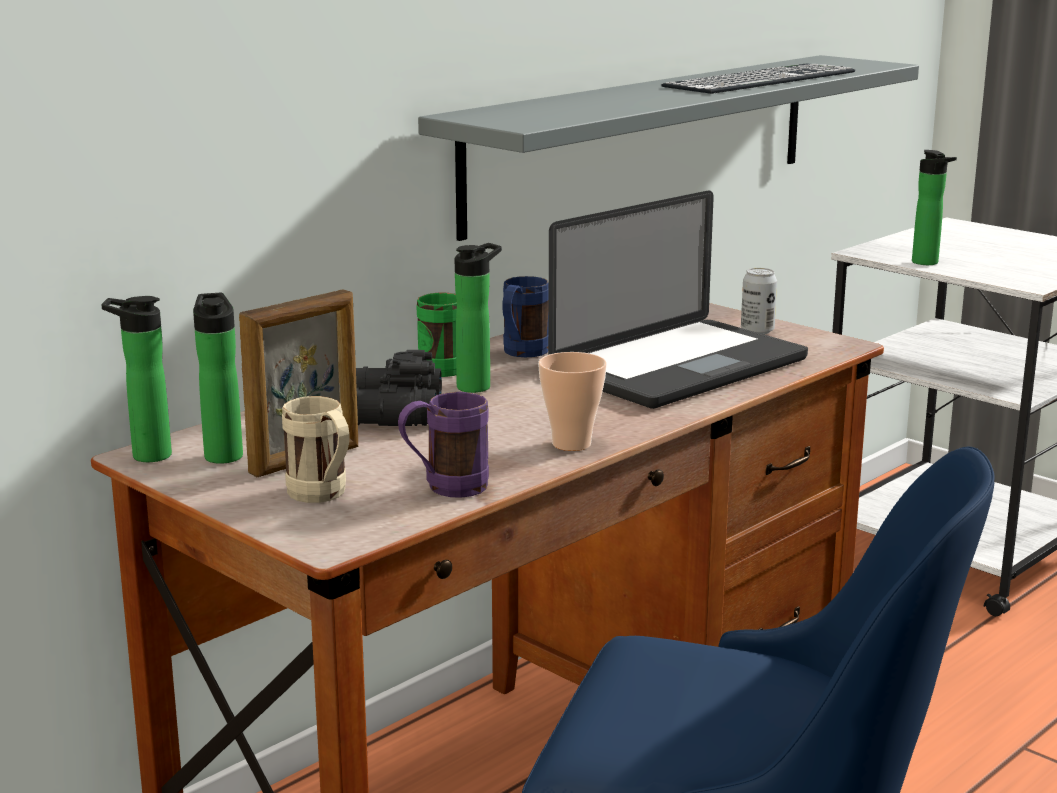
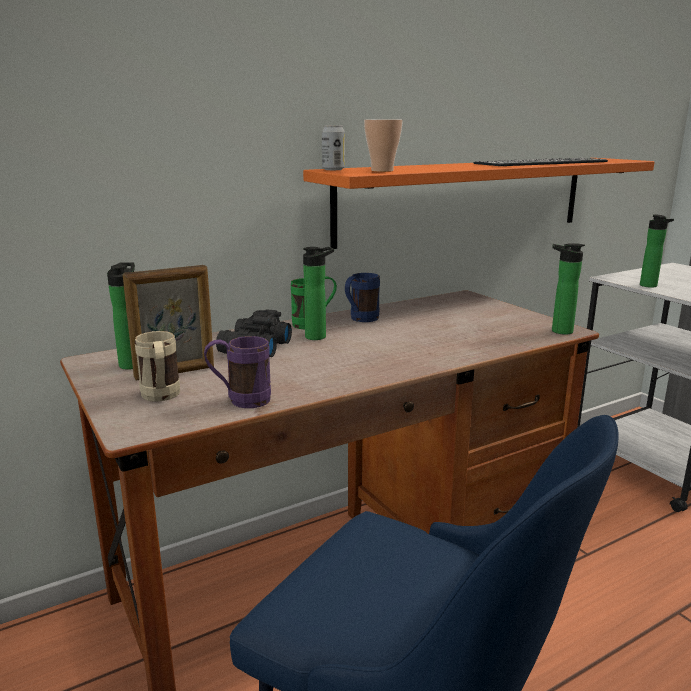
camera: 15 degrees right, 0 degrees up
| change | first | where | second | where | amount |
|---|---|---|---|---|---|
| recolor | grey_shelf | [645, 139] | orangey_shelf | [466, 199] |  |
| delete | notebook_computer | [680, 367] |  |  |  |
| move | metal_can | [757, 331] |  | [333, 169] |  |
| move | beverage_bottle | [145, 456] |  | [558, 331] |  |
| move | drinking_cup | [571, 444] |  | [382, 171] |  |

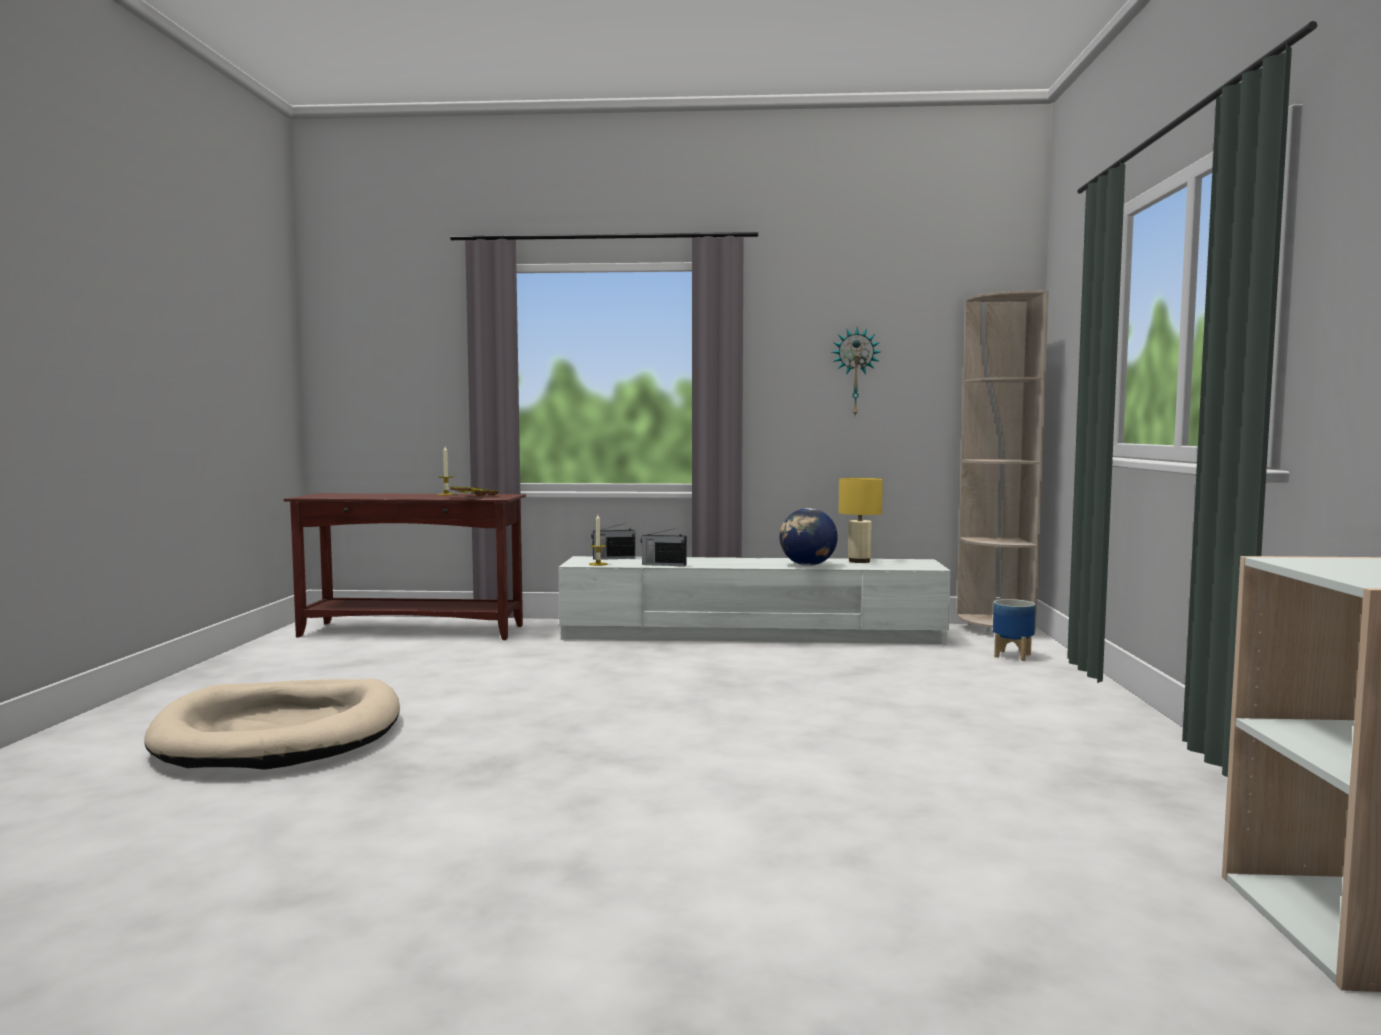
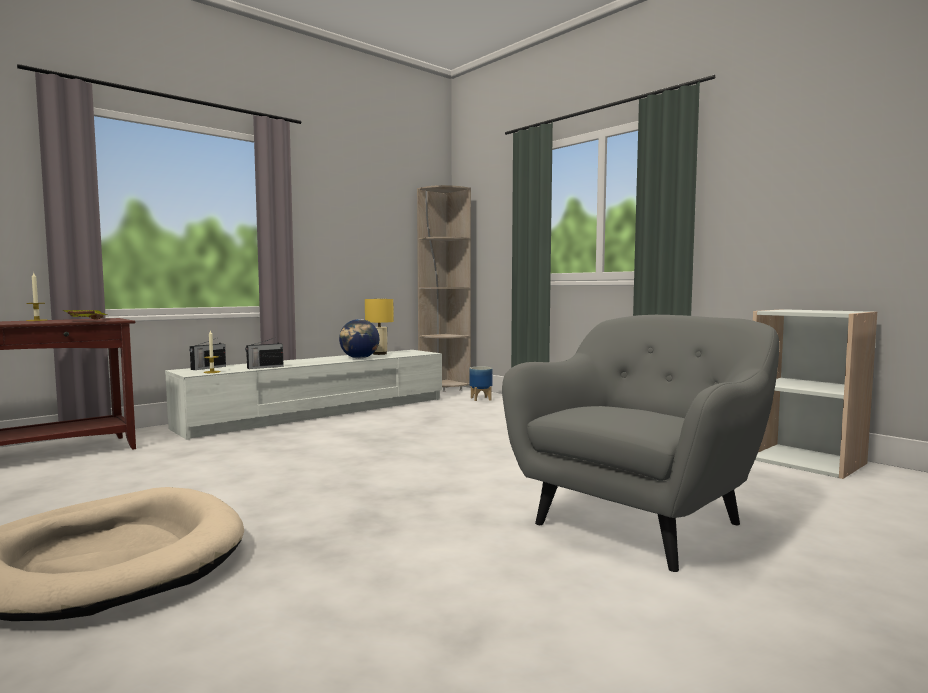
camera: 45 degrees left, 0 degrees up
| change | first | where | second | where | amount |
|---|---|---|---|---|---|
| delete | wall_clock | [855, 372] |  |  |  |
| insert |  |  | grey_armchair | [641, 521] |  |

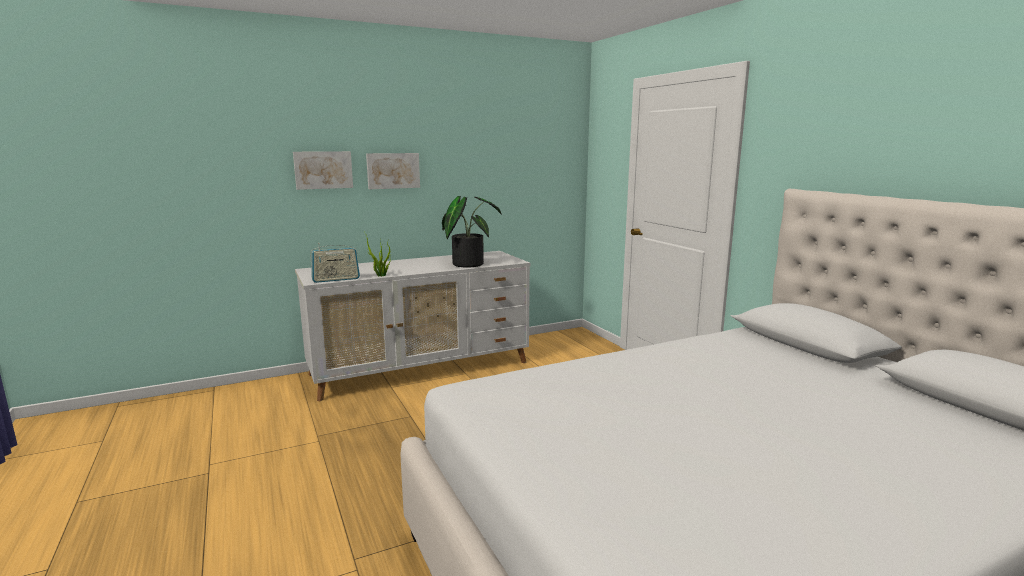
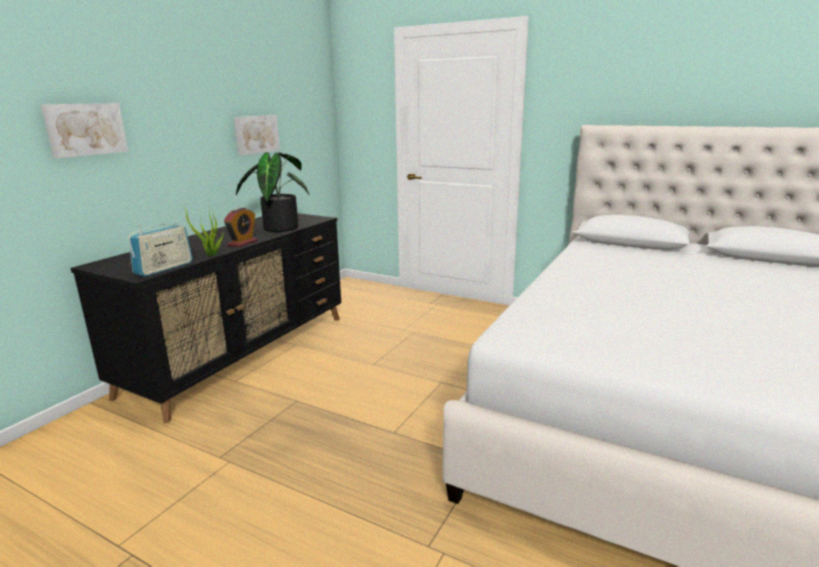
camera: 35 degrees left, 5 degrees up
| change | first | where | second | where | amount |
|---|---|---|---|---|---|
| move | picture | [393, 170] |  | [256, 134] |  |
| recolor | whitish_drawer_chest | [420, 368] | black-coloured_drawer_chest | [241, 353] |  |
| insert |  |  | bedside_clock | [243, 243] |  |

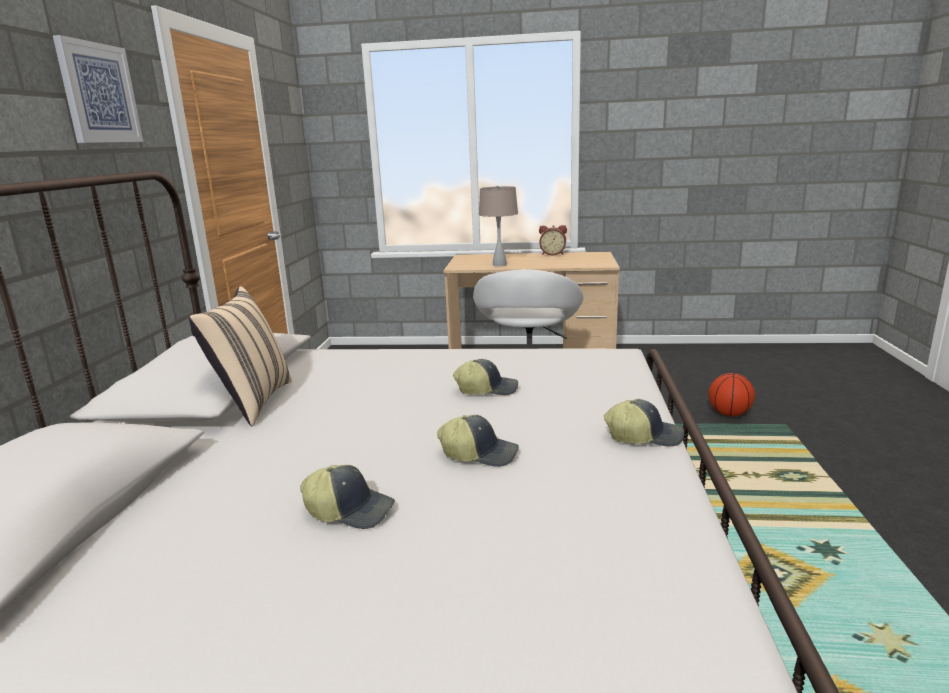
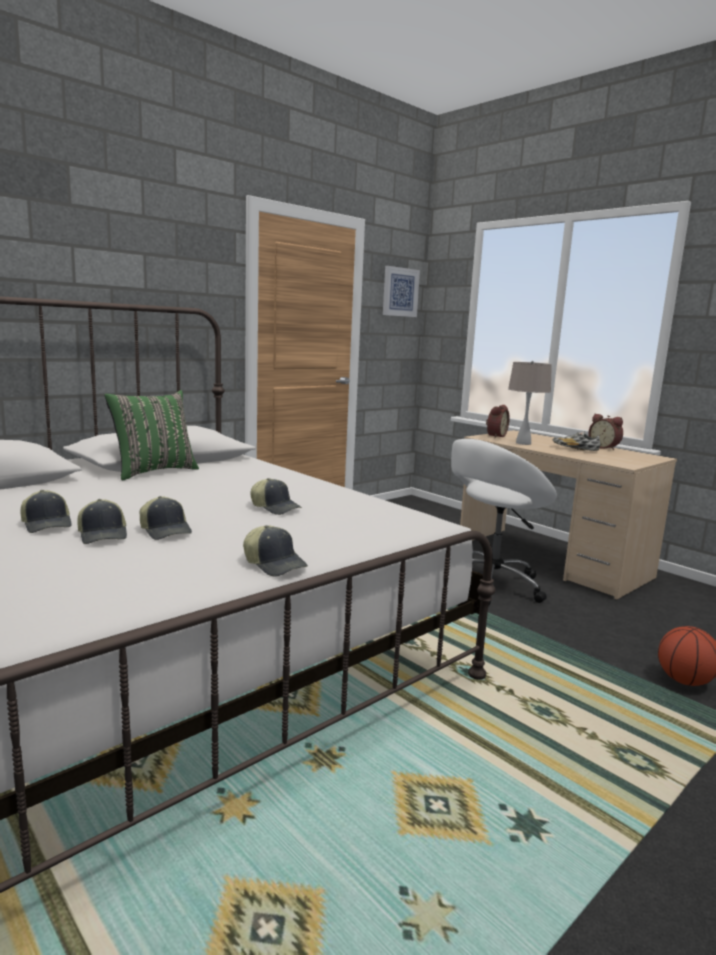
camera: 40 degrees right, 5 degrees down
| change | first | where | second | where | amount |
|---|---|---|---|---|---|
| move | picture | [98, 93] |  | [400, 292] |  |
| recolor | beige_pillow | [252, 402] | green_pillow | [153, 471] |  |
| insert |  |  | bedside_clock | [495, 436] |  |
| insert |  |  | low_shoe | [575, 449] |  |
| insert |  |  | baseball_cap | [104, 535] |  |

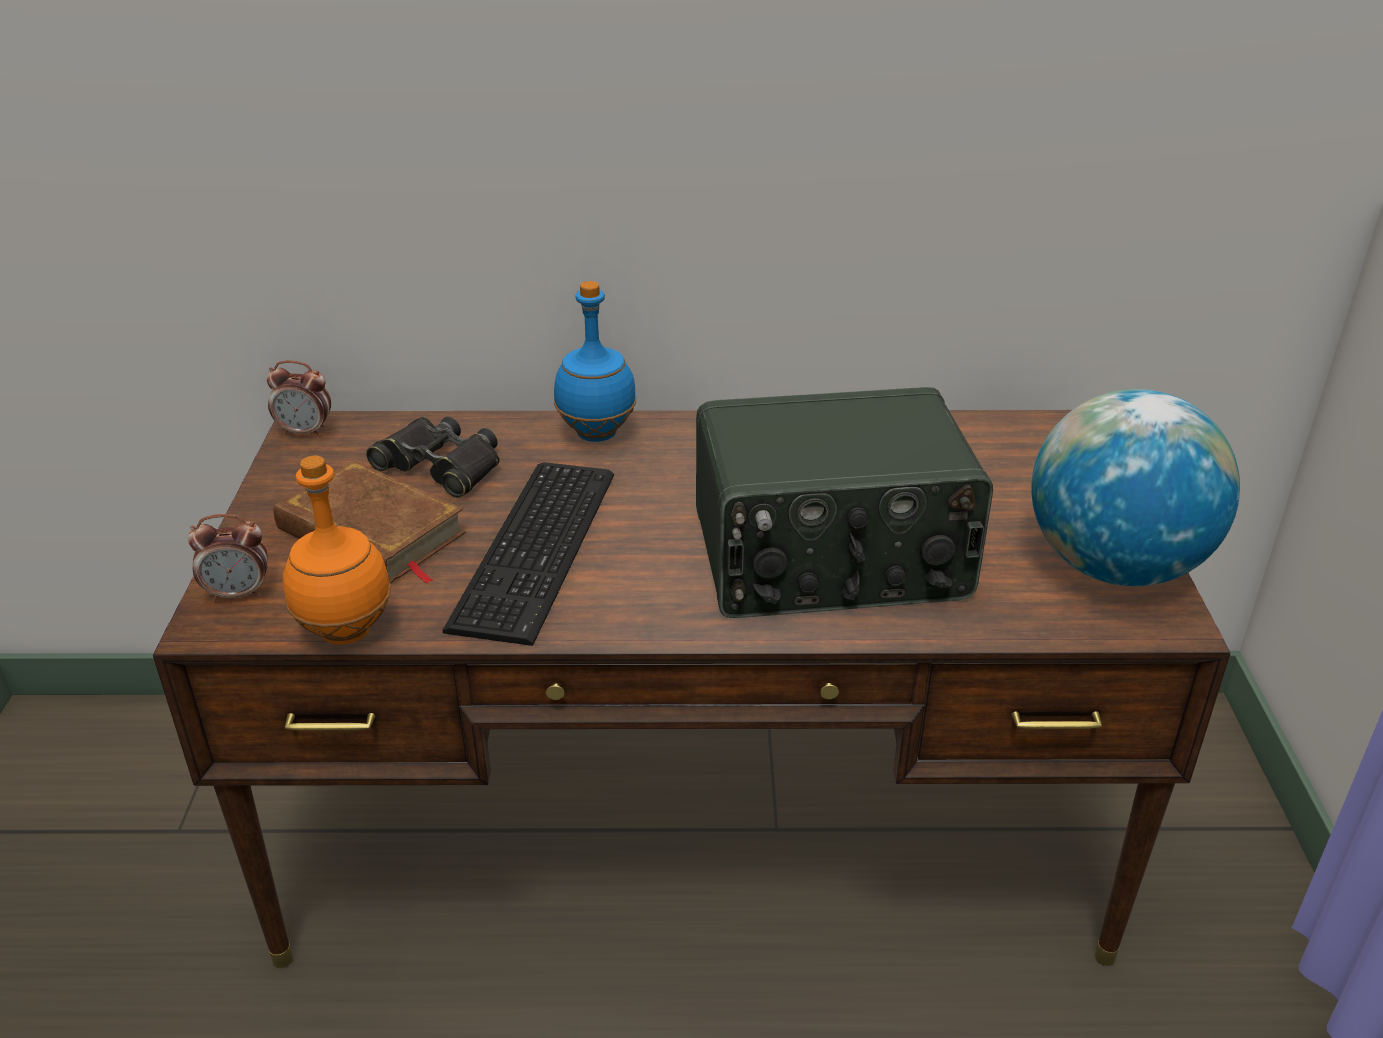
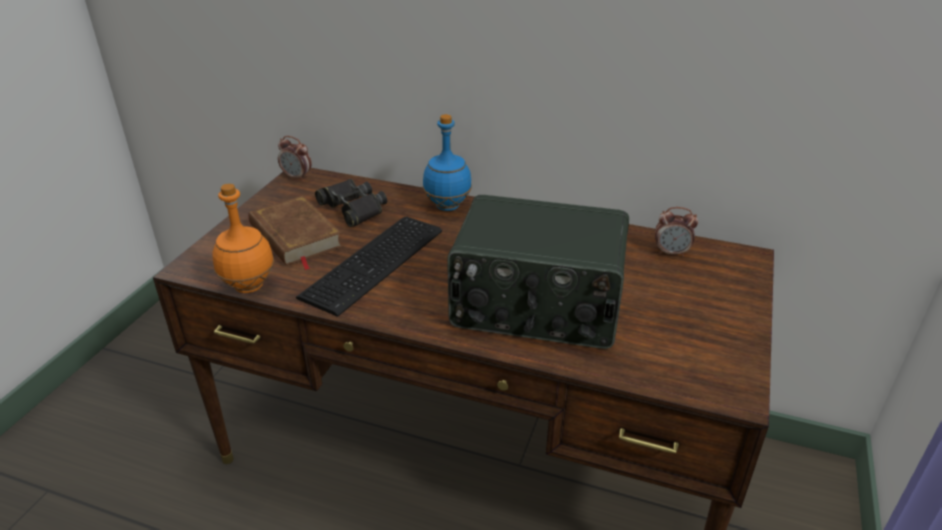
camera: 20 degrees right, 0 degrees up
| change | first | where | second | where | amount |
|---|---|---|---|---|---|
| delete | desk_globe | [1114, 566] |  |  |  |
| move | bedside_clock | [239, 594] |  | [671, 253] |  |

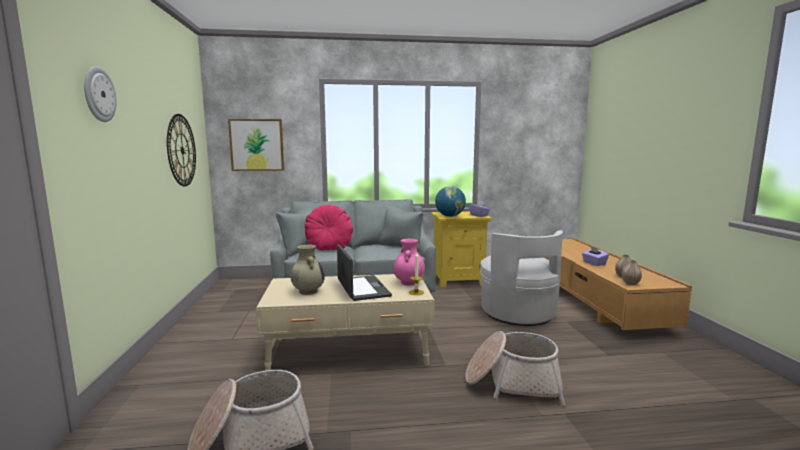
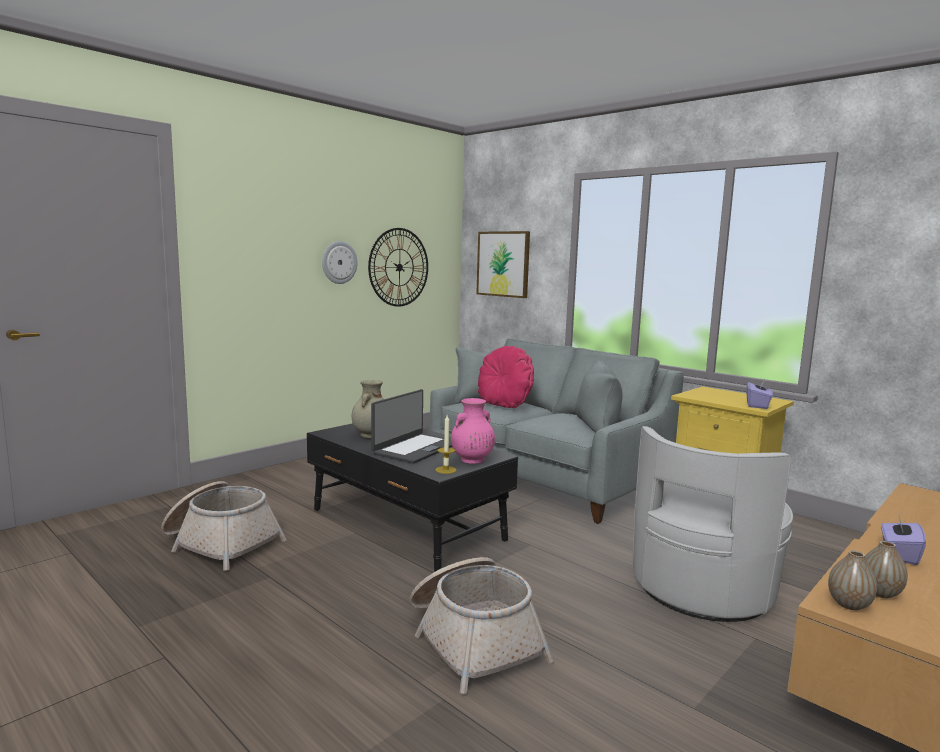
camera: 50 degrees right, 0 degrees up
| change | first | where | second | where | amount |
|---|---|---|---|---|---|
| move | wall_clock | [99, 94] |  | [339, 262] |  |
| delete | desk_globe | [450, 216] |  |  |  |
| recolor | beige_coffee_table | [349, 351] | black-coloured_coffee_table | [407, 525] |  |

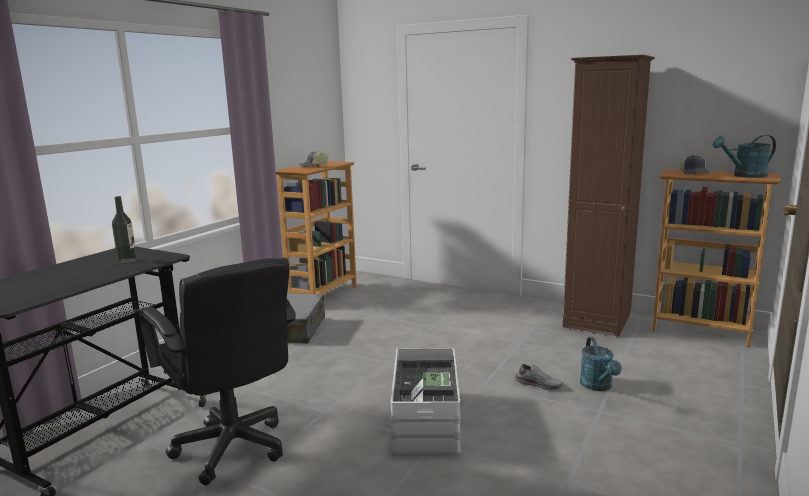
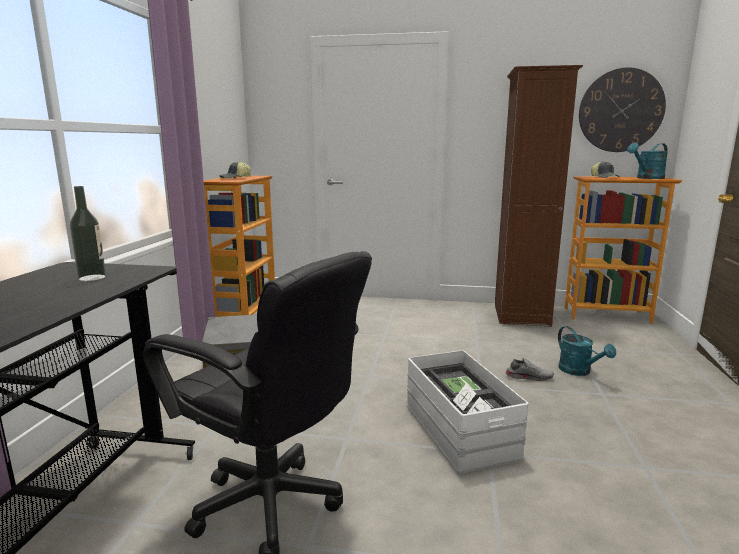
camera: 20 degrees left, 0 degrees up
| change | first | where | second | where | amount |
|---|---|---|---|---|---|
| insert |  |  | wall_clock | [621, 110] |  |

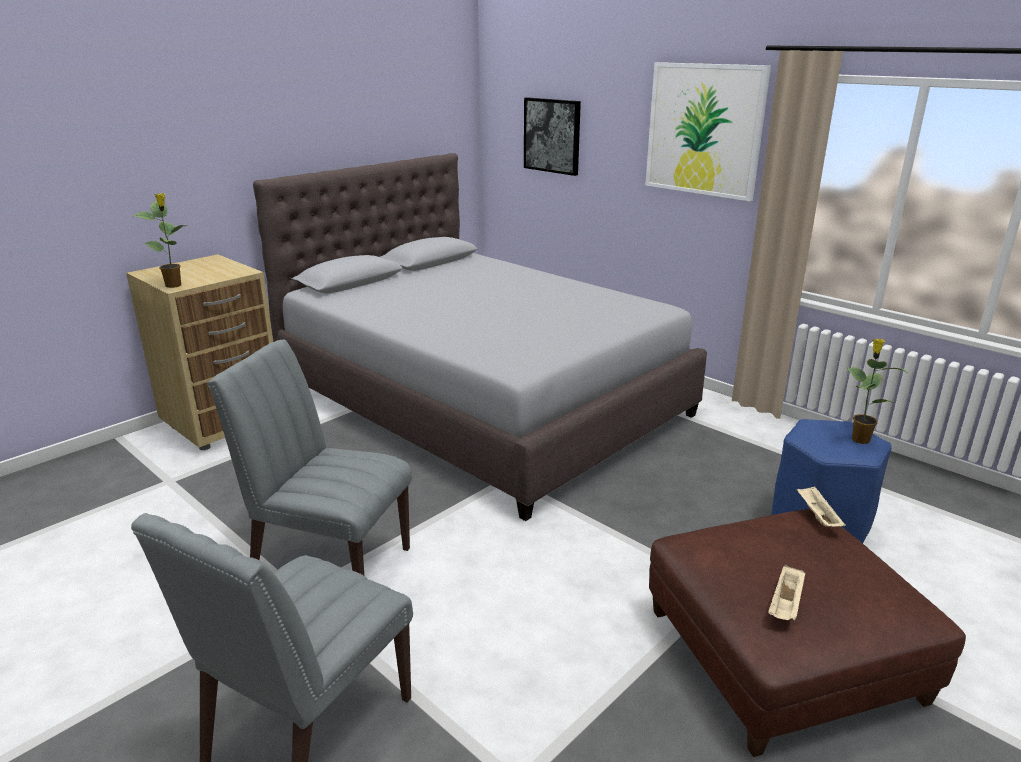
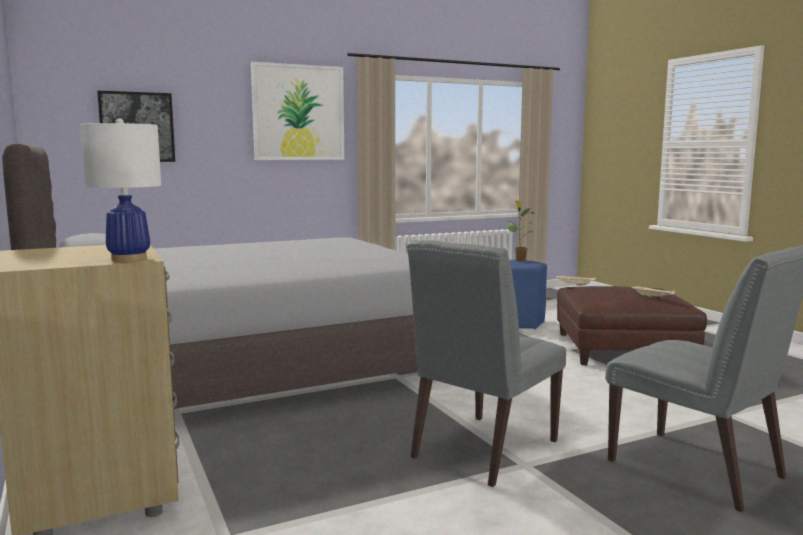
camera: 70 degrees left, 15 degrees down
| change | first | where | second | where | amount |
|---|---|---|---|---|---|
| replace | potted_plant | [174, 285] | whitish_tabletop_lamp | [129, 259] |  |

